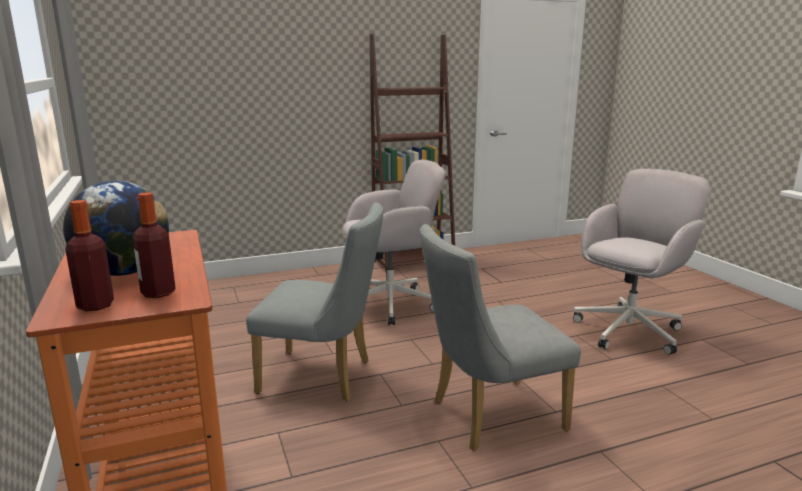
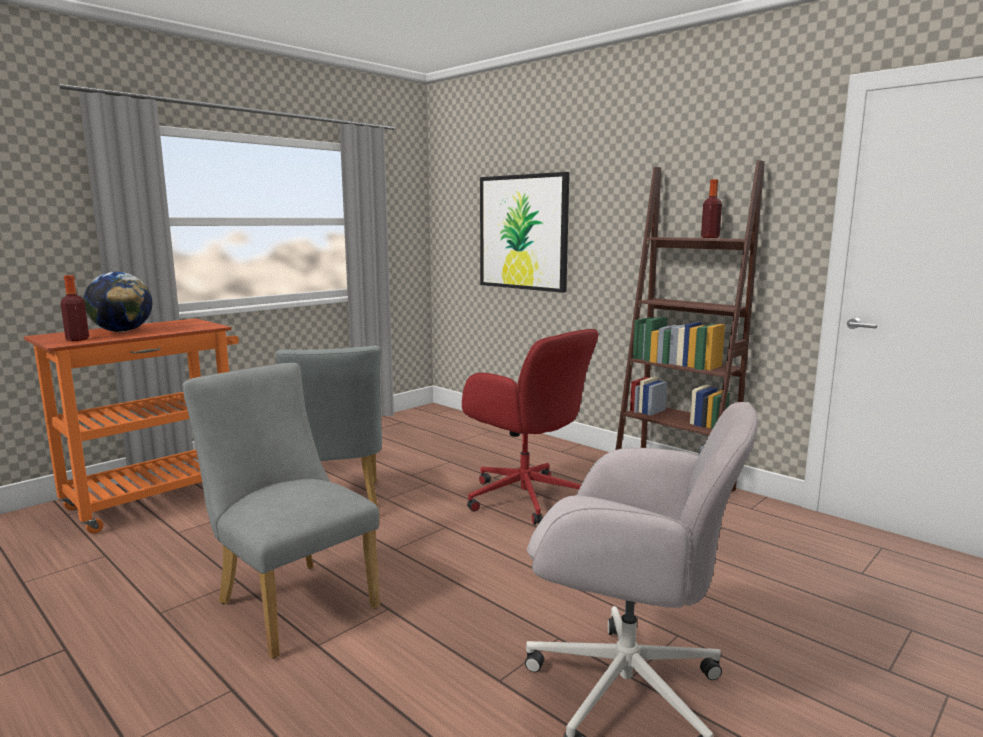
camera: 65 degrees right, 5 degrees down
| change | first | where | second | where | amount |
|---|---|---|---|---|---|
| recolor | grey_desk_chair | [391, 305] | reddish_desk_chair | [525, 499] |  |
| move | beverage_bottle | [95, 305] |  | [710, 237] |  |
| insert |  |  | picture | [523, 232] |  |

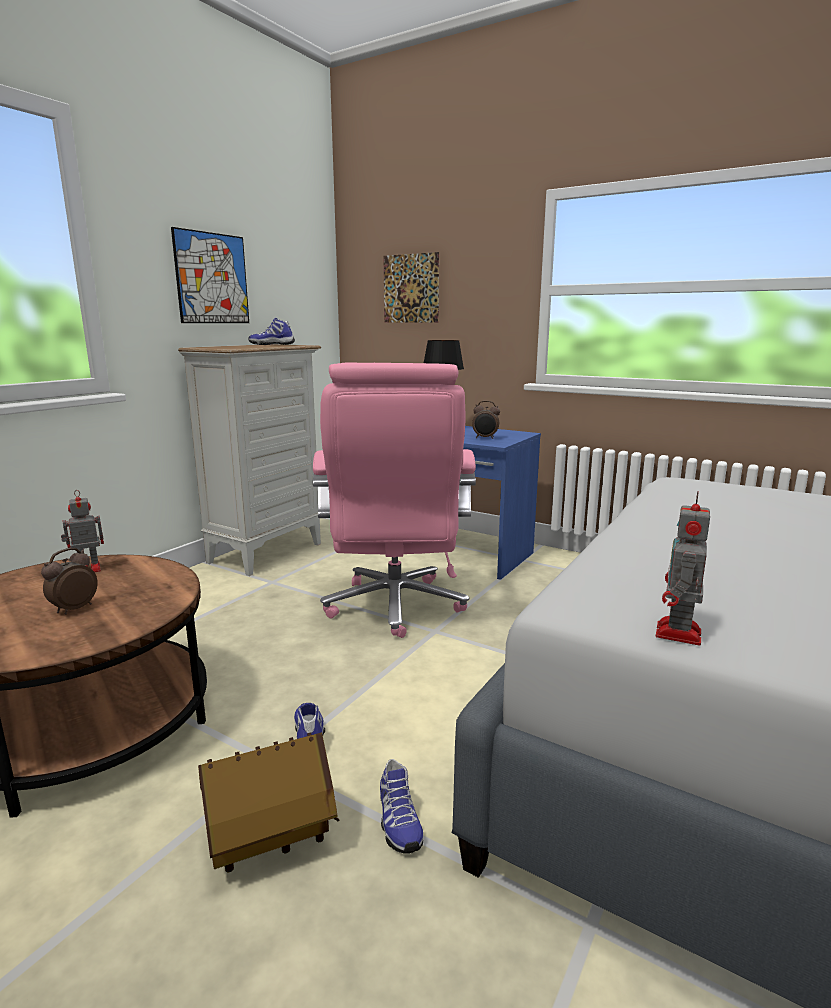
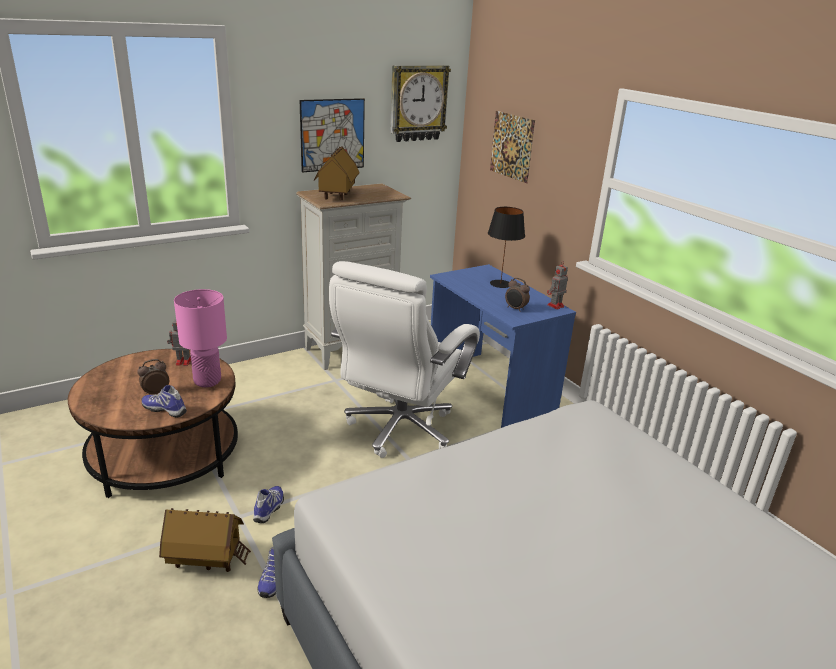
camera: 25 degrees right, 10 degrees up
| change | first | where | second | where | amount |
|---|---|---|---|---|---|
| move | low_shoe | [272, 344] |  | [165, 409] |  |
| recolor | pinkish_desk_chair | [395, 610] | whitish_desk_chair | [398, 432] |  |
| move | model_robot | [678, 634] |  | [555, 306] |  |
| insert |  |  | wall_clock | [418, 103] |  |
| insert |  |  | miniature_house | [337, 196] |  |
| insert |  |  | pinkish_tabletop_lamp | [207, 383] |  |

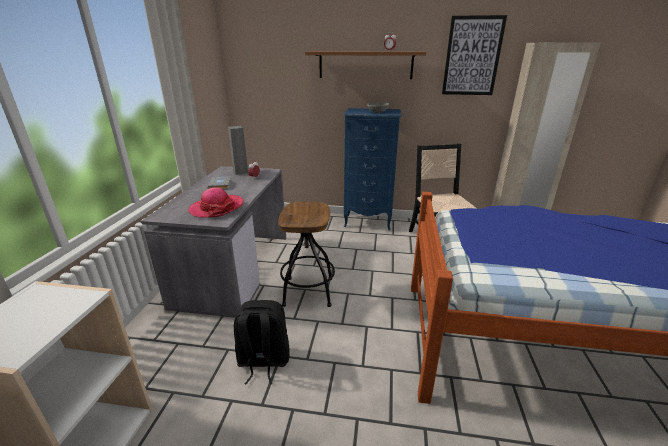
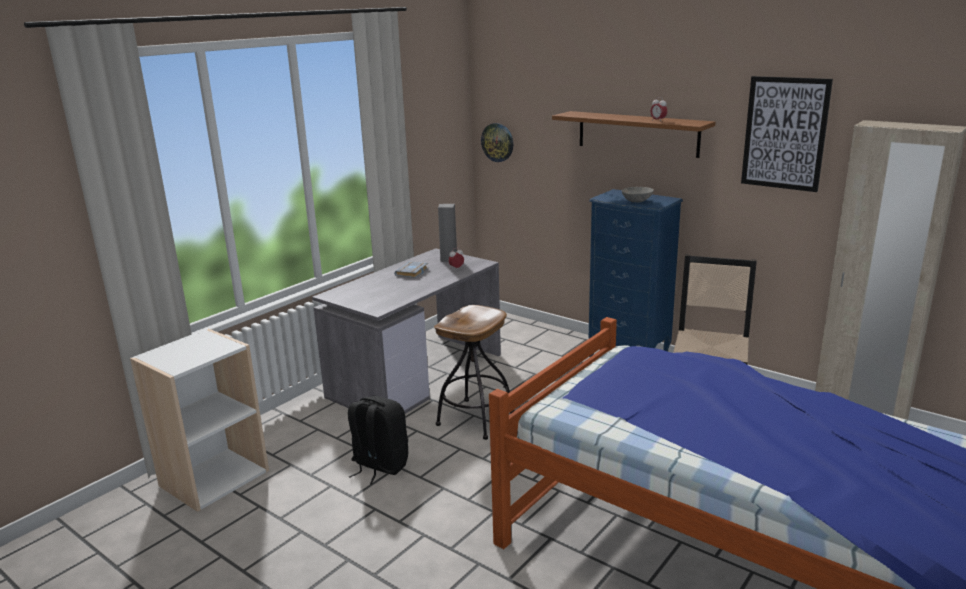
camera: 30 degrees right, 5 degrees down
| change | first | where | second | where | amount |
|---|---|---|---|---|---|
| delete | clothing_hat | [217, 208] |  |  |  |
| insert |  |  | wall_clock | [497, 142] |  |

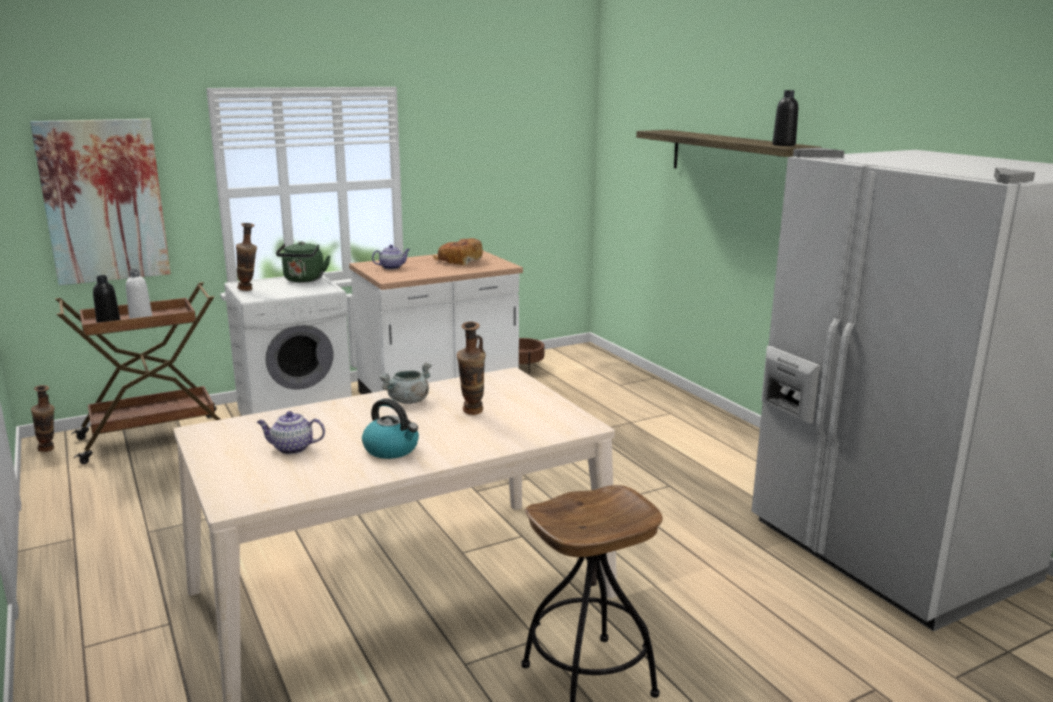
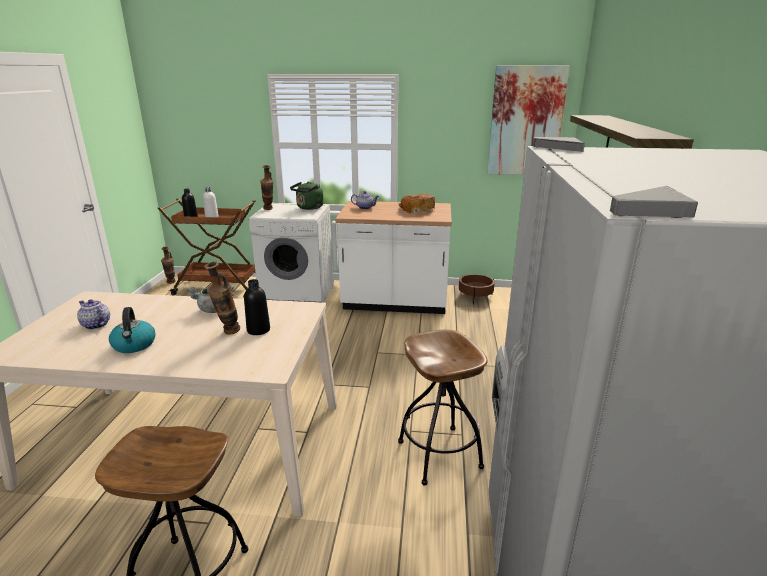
camera: 35 degrees right, 5 degrees up
| change | first | where | second | where | amount |
|---|---|---|---|---|---|
| move | black-coloured_beverage_bottle | [783, 145] |  | [258, 330] |  |
| move | picture | [104, 201] |  | [526, 122] |  |
| insert |  |  | brown-coloured_stool_seat | [439, 454] |  |

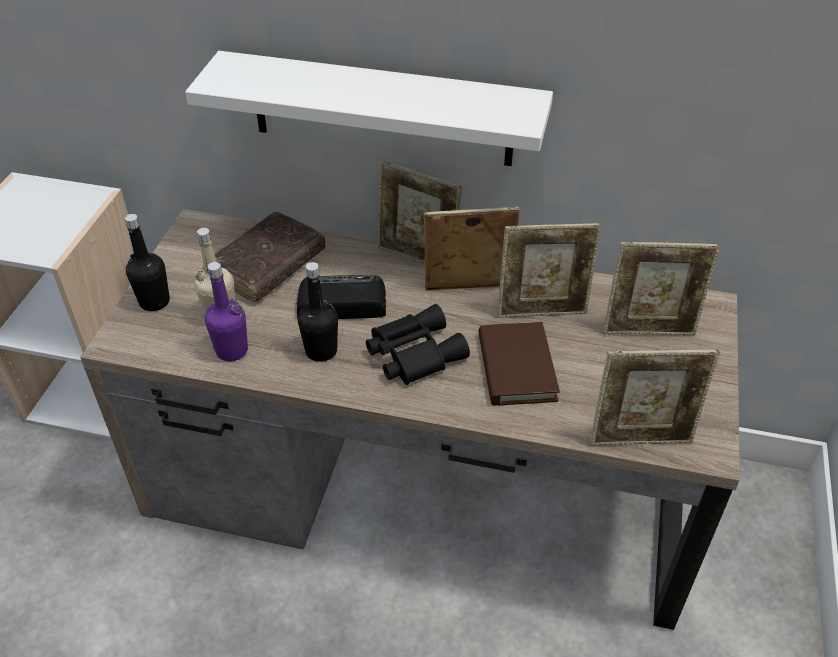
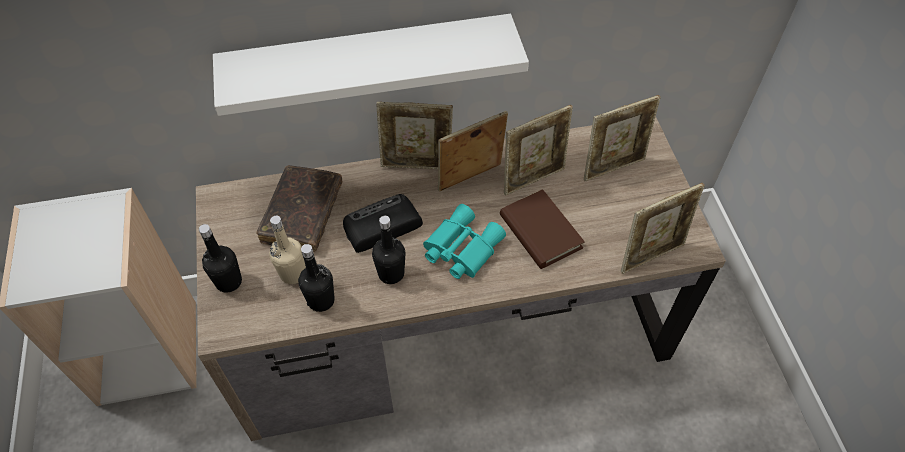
camera: 25 degrees left, 10 degrees up
| change | first | where | second | where | amount |
|---|---|---|---|---|---|
| recolor | purple_beverage_bottle | [232, 351] | black-coloured_beverage_bottle | [321, 300] |  |
| recolor | black-coloured_pair_of_binoculars | [413, 352] | blue-green_pair_of_binoculars | [460, 248] |  |

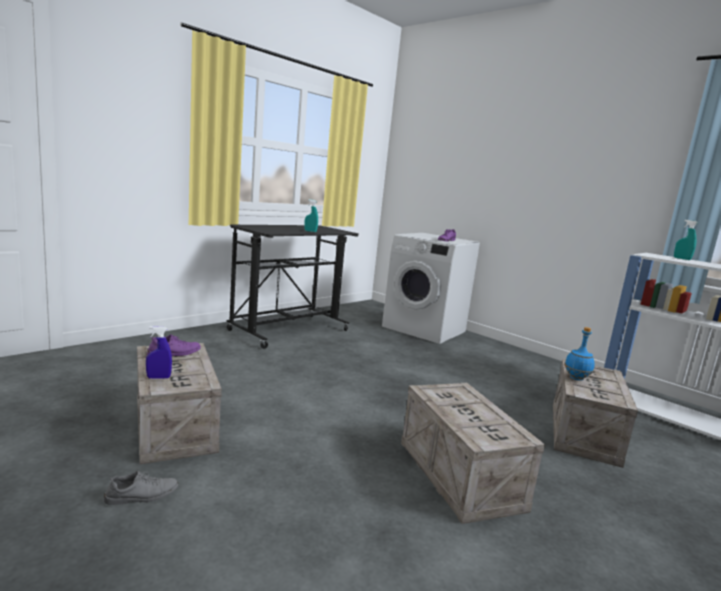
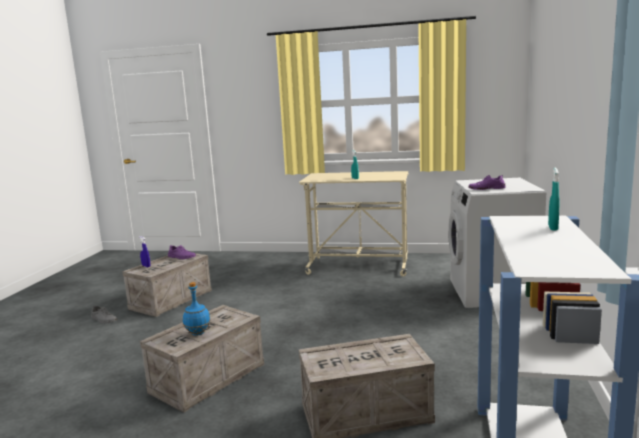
camera: 60 degrees right, 0 degrees up
| change | first | where | second | where | amount |
|---|---|---|---|---|---|
| recolor | black-coloured_desk_table | [289, 330] | beige_desk_table | [358, 266] |  |
| move | blue_beverage_bottle | [576, 378] |  | [197, 333] |  |

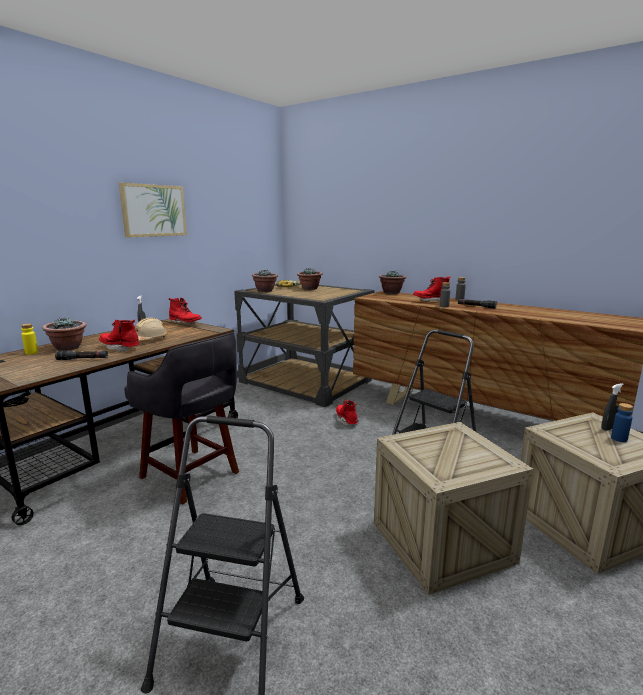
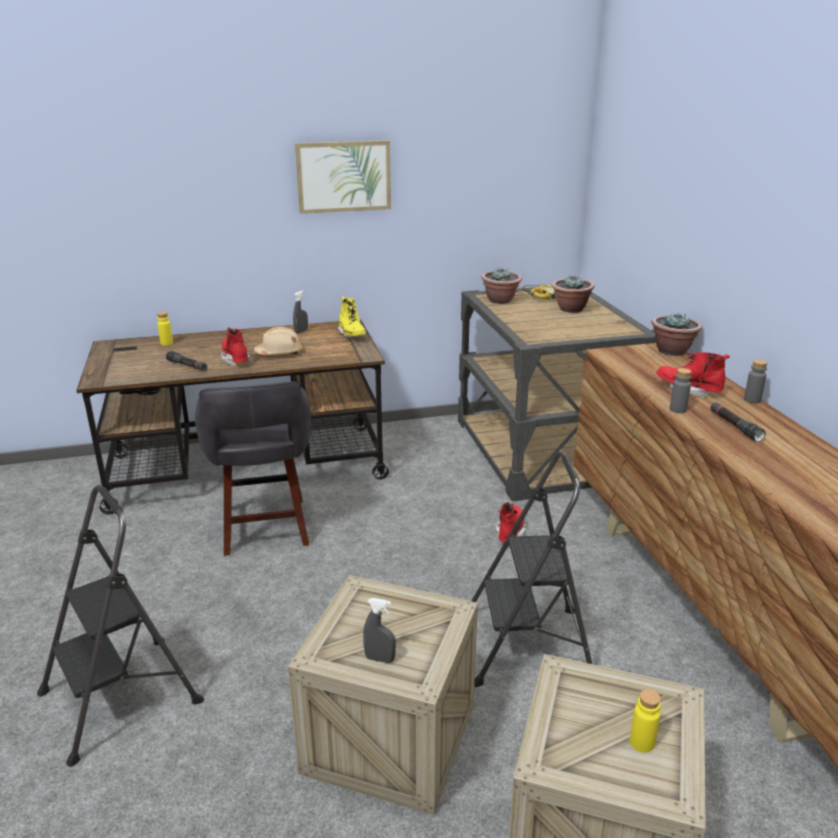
camera: 40 degrees right, 10 degrees up
| change | first | where | second | where | amount |
|---|---|---|---|---|---|
| recolor | reddish_high-top_boot | [185, 324] | yellowish_high-top_boot | [352, 335] |  |
| delete | potted_plant | [68, 348] |  |  |  |
| move | grey_hand_sprayer | [608, 428] |  | [379, 659] |  |
| recolor | blue_beverage_bottle | [619, 439] | yellowish_beverage_bottle | [641, 742] |  |

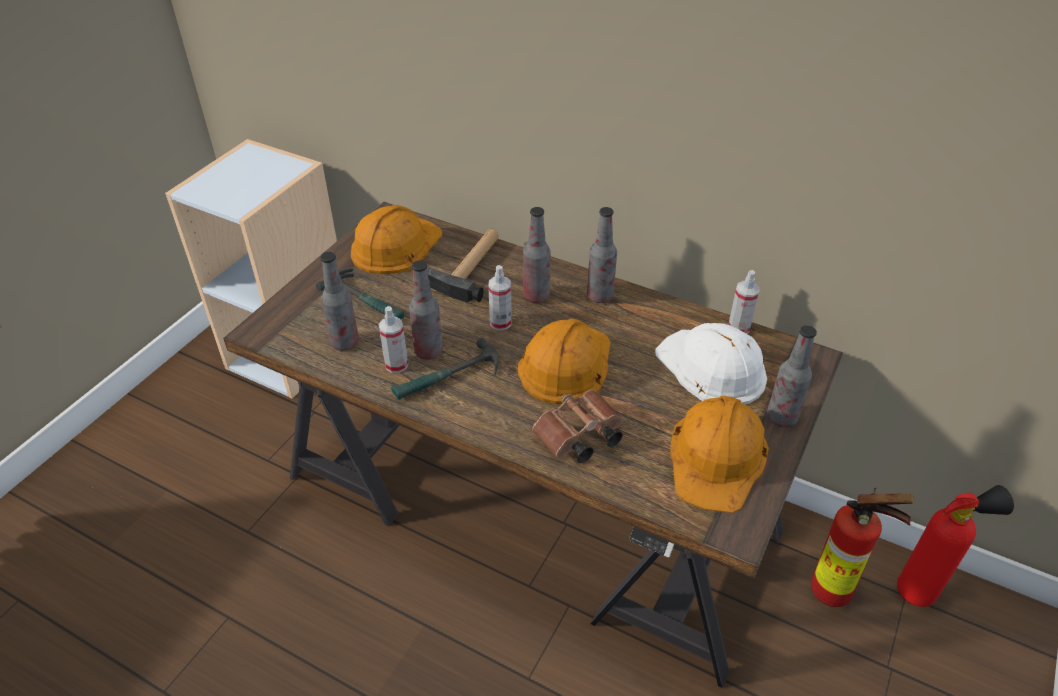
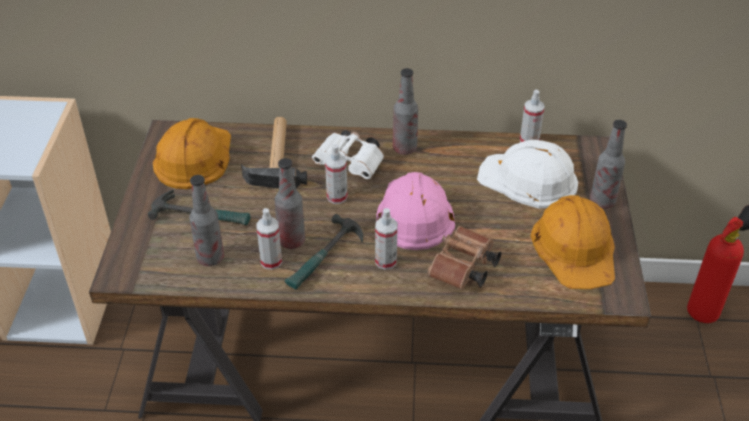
camera: 25 degrees left, 0 degrees up
| change | first | where | second | where | amount |
|---|---|---|---|---|---|
| replace | beverage_bottle | [536, 296] | whitish_pair_of_binoculars | [351, 164] |  |
| recolor | orangey_work_helmet | [565, 364] | pinkish_work_helmet | [414, 213] |  |
| delete | fire_extinguisher | [837, 593] |  |  |  |
| insert |  |  | hand_sprayer | [386, 261] |  |

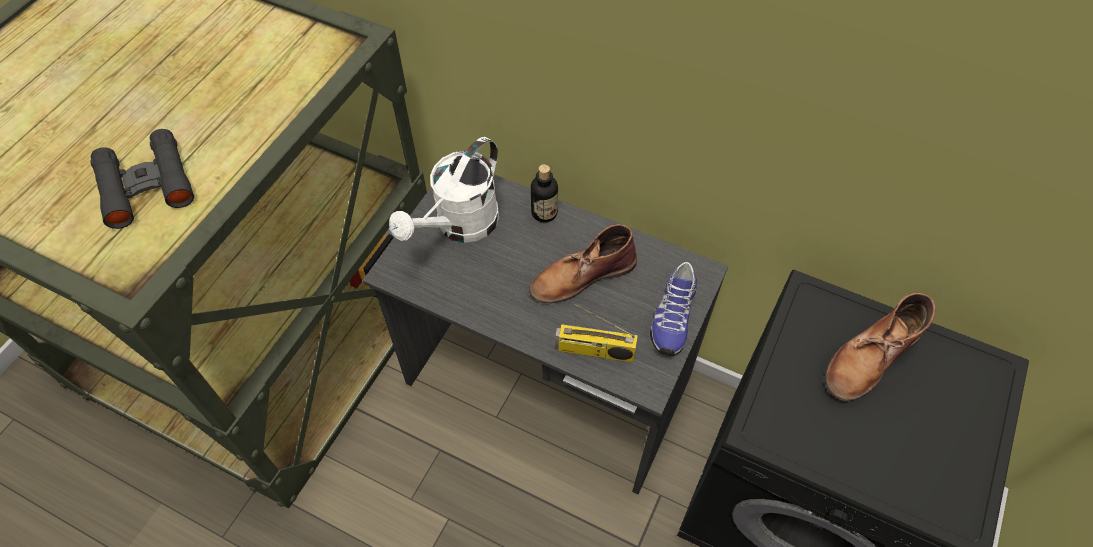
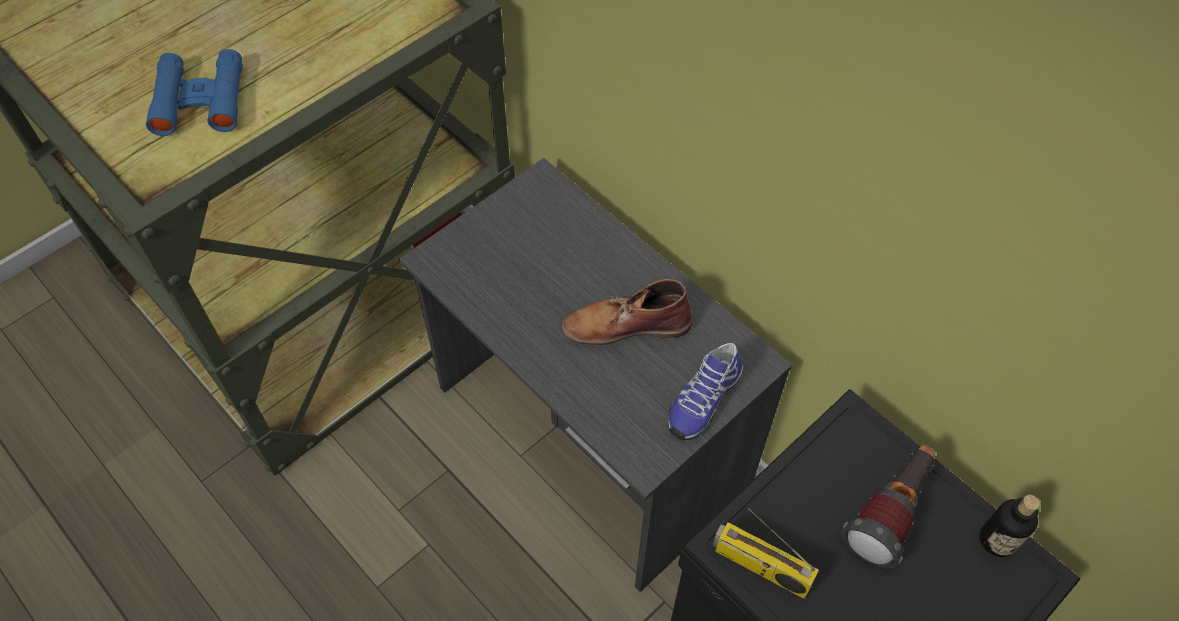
camera: 20 degrees right, 0 degrees up
| change | first | where | second | where | amount |
|---|---|---|---|---|---|
| recolor | black-coloured_pair_of_binoculars | [146, 185] | blue_pair_of_binoculars | [200, 100] |  |
| delete | whitish_watering_can | [460, 226] |  |  |  |
| move | beverage_bottle | [544, 213] |  | [997, 540] |  |
| replace | brown-coloured_high-top_boot | [870, 357] | flashlight | [890, 512] |  |
| move | radio_set | [594, 351] |  | [760, 567] |  |

